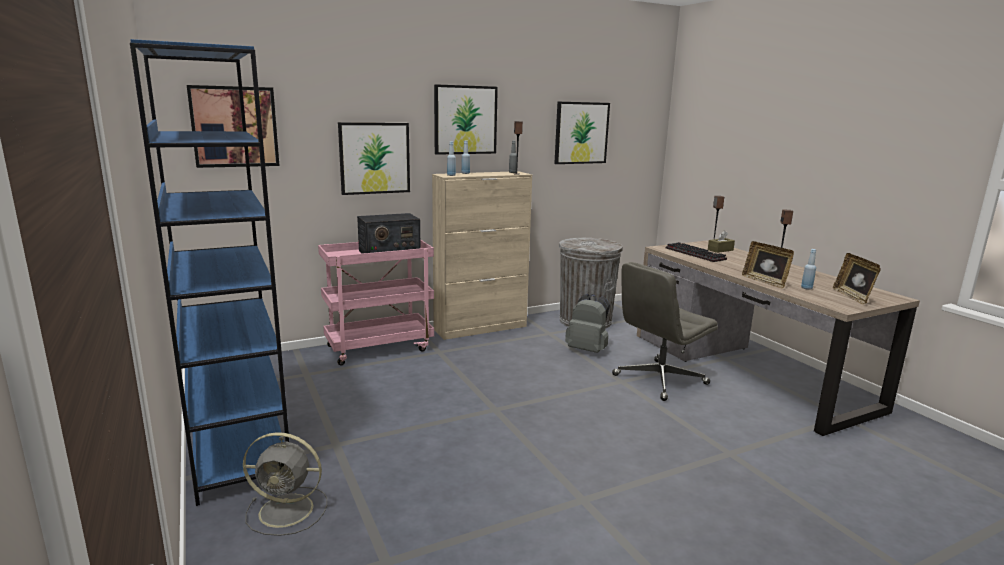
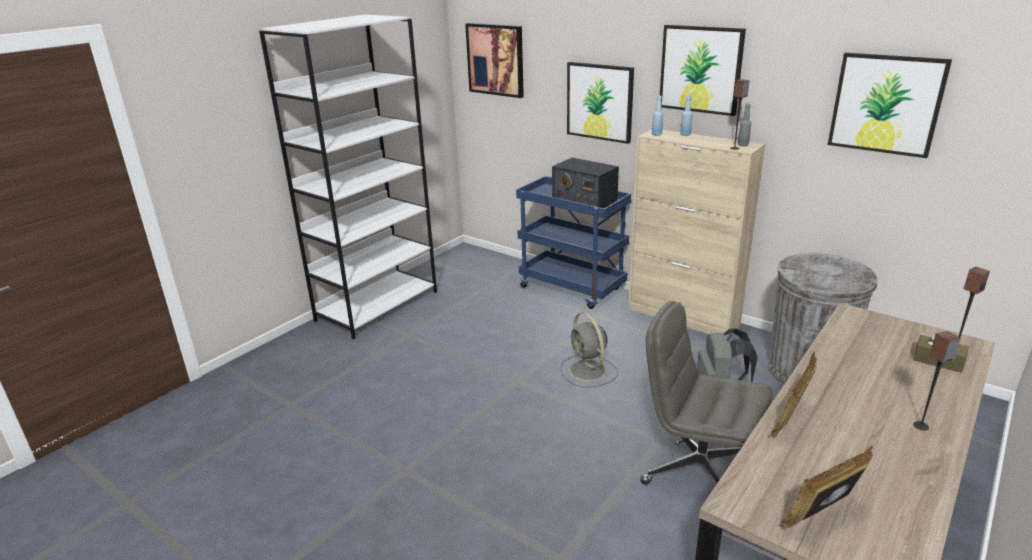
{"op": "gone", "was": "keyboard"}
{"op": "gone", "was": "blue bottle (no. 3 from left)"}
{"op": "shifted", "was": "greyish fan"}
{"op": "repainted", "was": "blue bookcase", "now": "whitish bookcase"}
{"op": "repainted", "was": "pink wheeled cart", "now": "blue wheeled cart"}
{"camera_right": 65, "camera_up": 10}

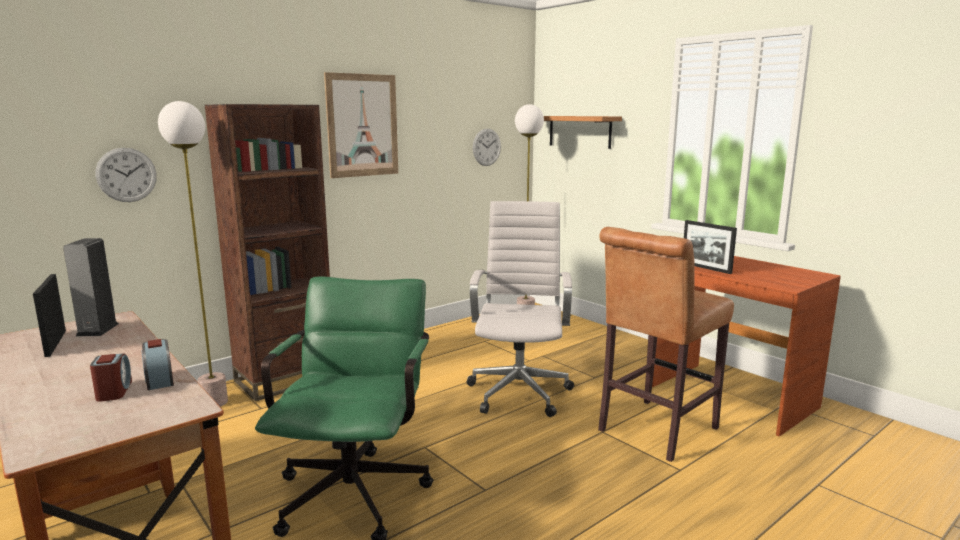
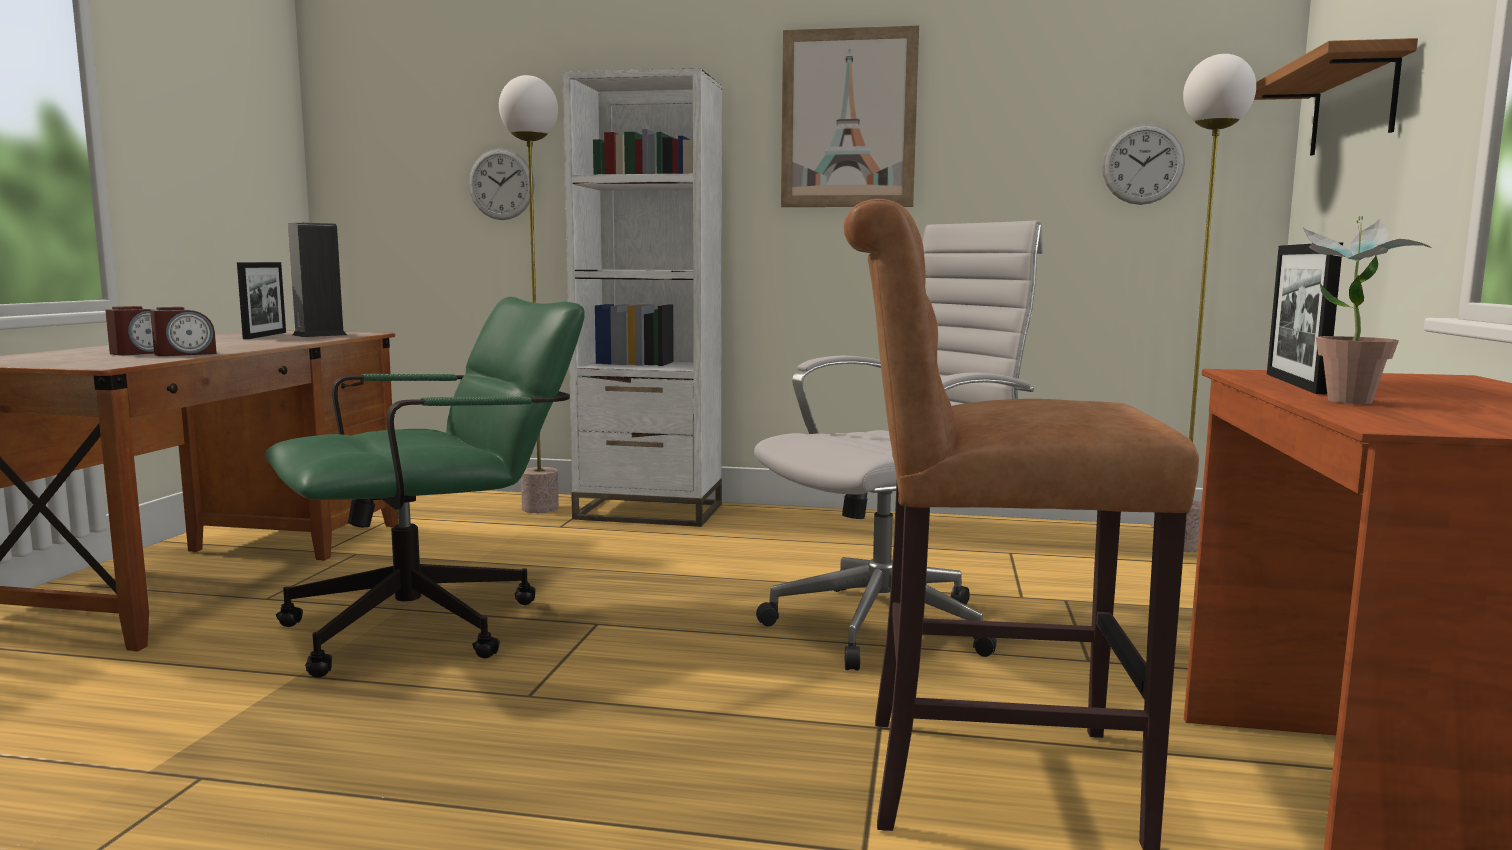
{"op": "new", "now": "houseplant"}
{"op": "repainted", "was": "brown-coloured bookcase", "now": "whitish bookcase"}
{"op": "rotated", "was": "picture frame (no. 1 from left)", "clockwise": 150}
{"op": "rotated", "was": "alarm clock (no. 2 from left)", "clockwise": -150}
{"camera_right": 50, "camera_up": -5}

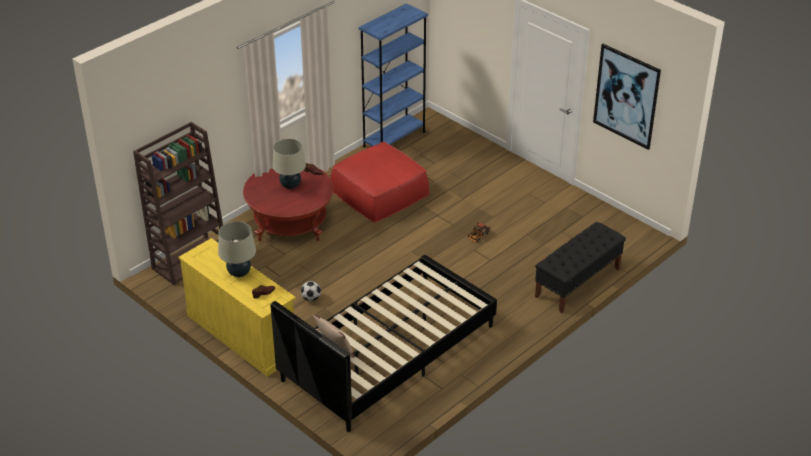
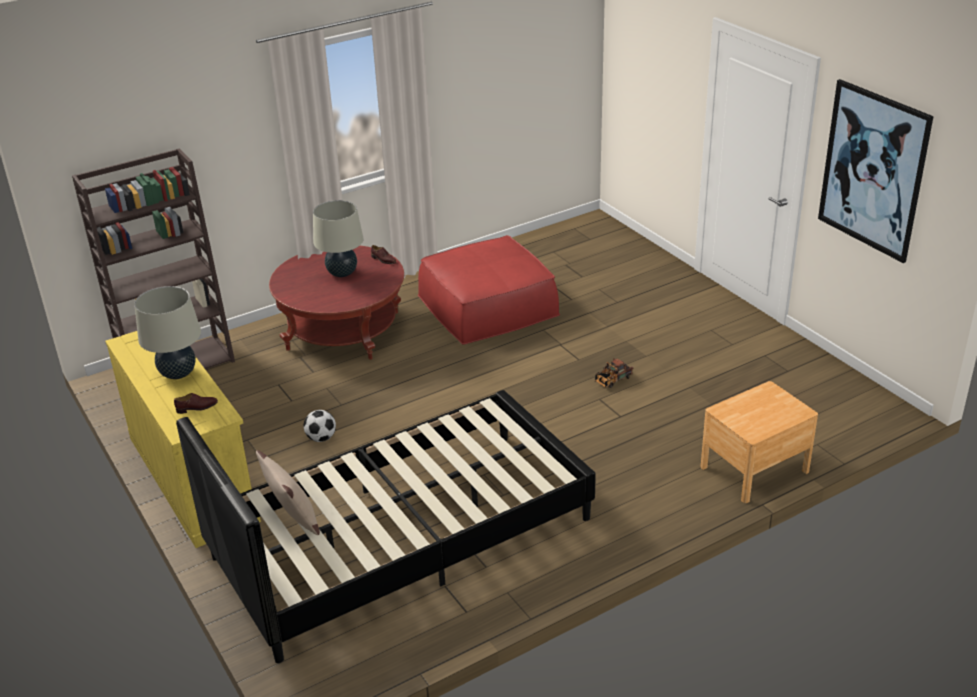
{"op": "gone", "was": "blue bookcase"}
{"op": "swapped", "was": "blackish bench", "now": "brown-coloured bedside table"}
{"camera_right": 15, "camera_up": -5}

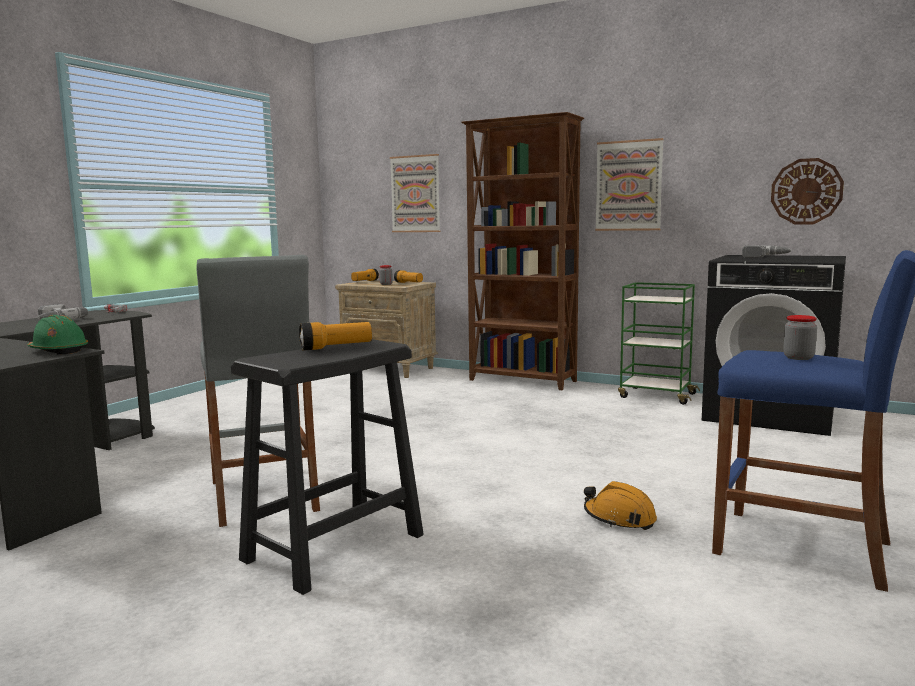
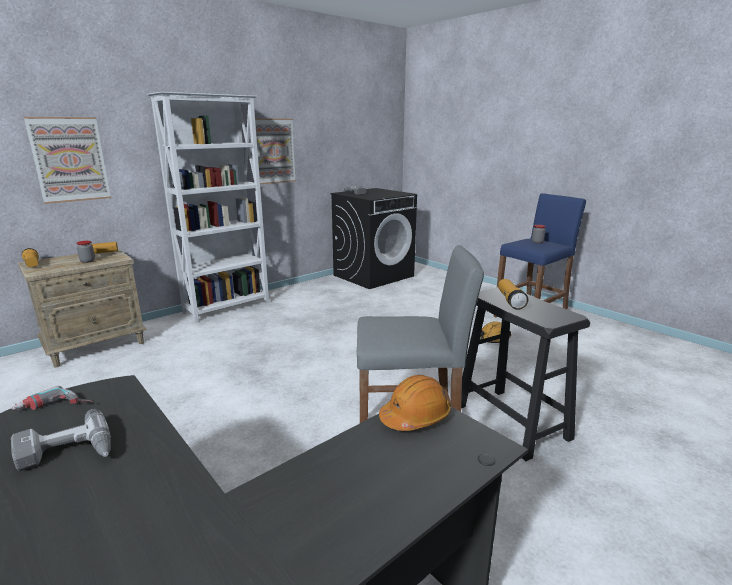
{"op": "gone", "was": "greenish wheeled cart"}
{"op": "gone", "was": "clock on the wall"}
{"op": "repainted", "was": "greenish work helmet", "now": "orange-coloured work helmet (no. 1 from left)"}
{"op": "repainted", "was": "brown-coloured bookcase", "now": "whitish bookcase"}
{"camera_right": -70, "camera_up": 10}

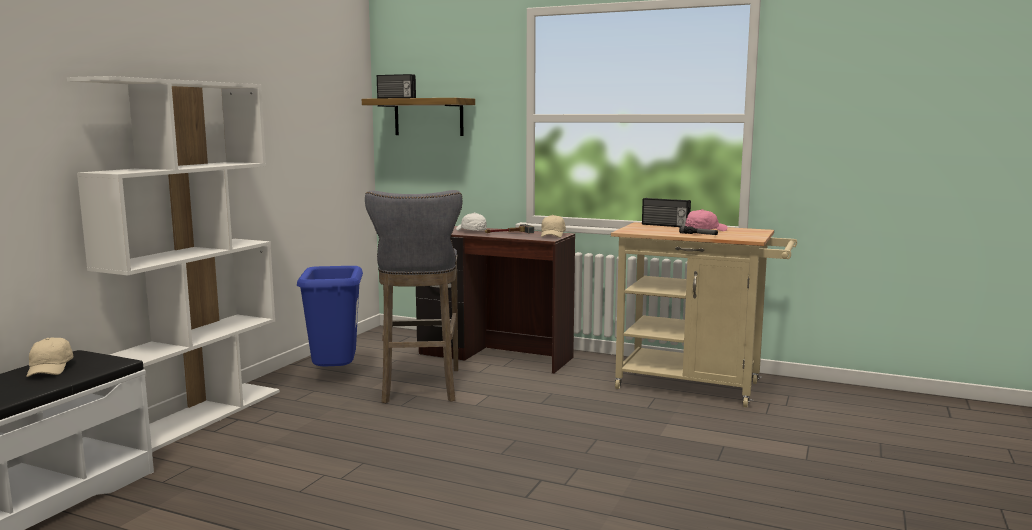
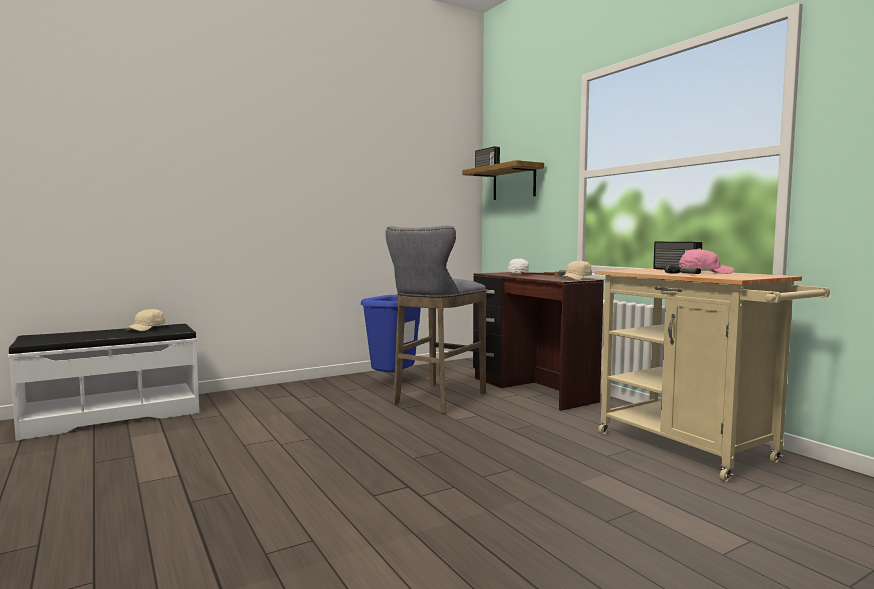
{"op": "gone", "was": "whitish bookcase"}
{"camera_right": 35, "camera_up": -5}

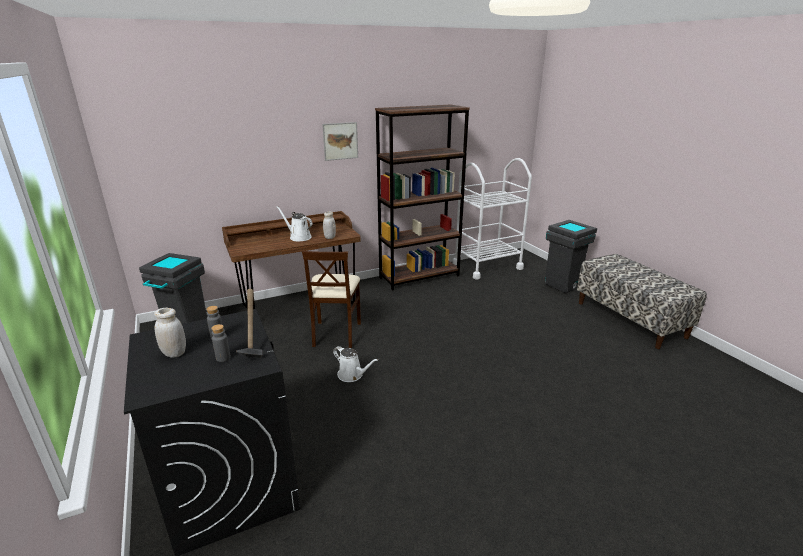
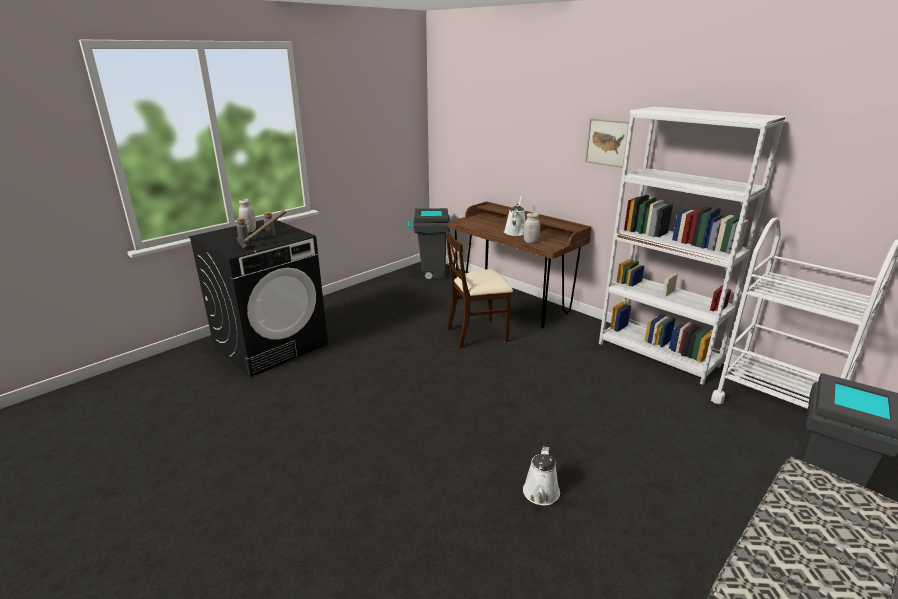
{"op": "shifted", "was": "whitish sprinkling can (no. 2 from left)"}
{"op": "repainted", "was": "brown-coloured bookcase", "now": "whitish bookcase"}
{"camera_right": 70, "camera_up": 0}

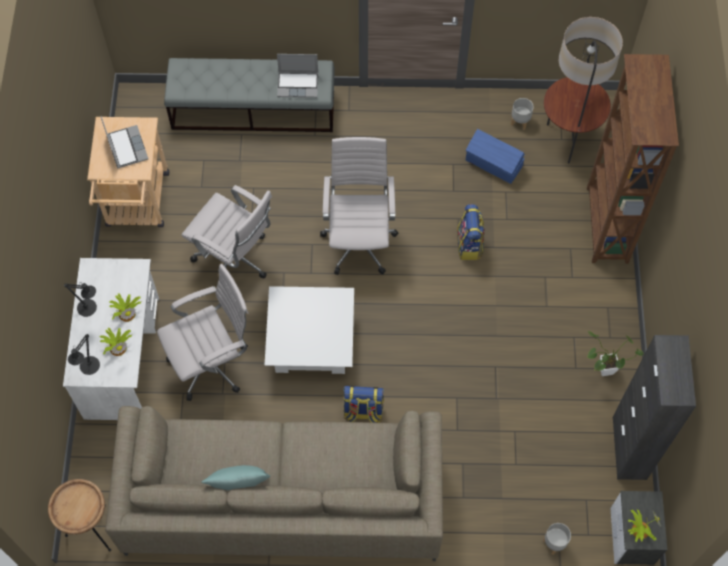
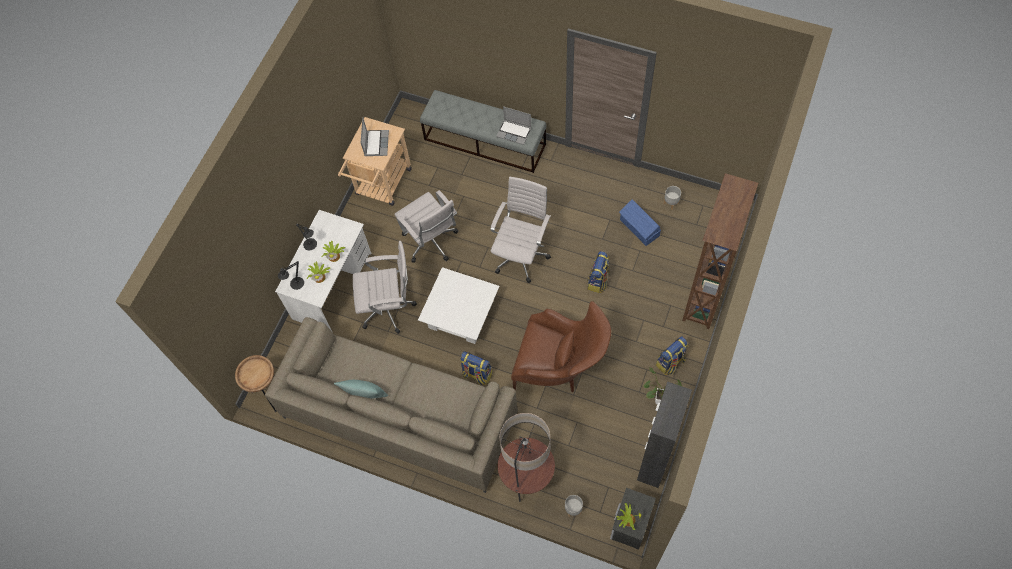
{"op": "new", "now": "brown-coloured armchair"}
{"op": "new", "now": "knapsack (no. 3 from left)"}
{"op": "shifted", "was": "standing lamp"}
{"camera_right": 25, "camera_up": 0}

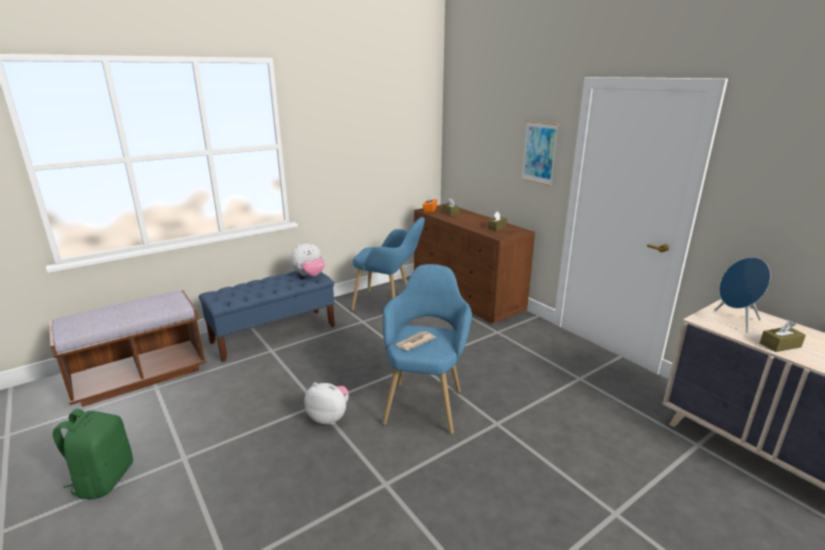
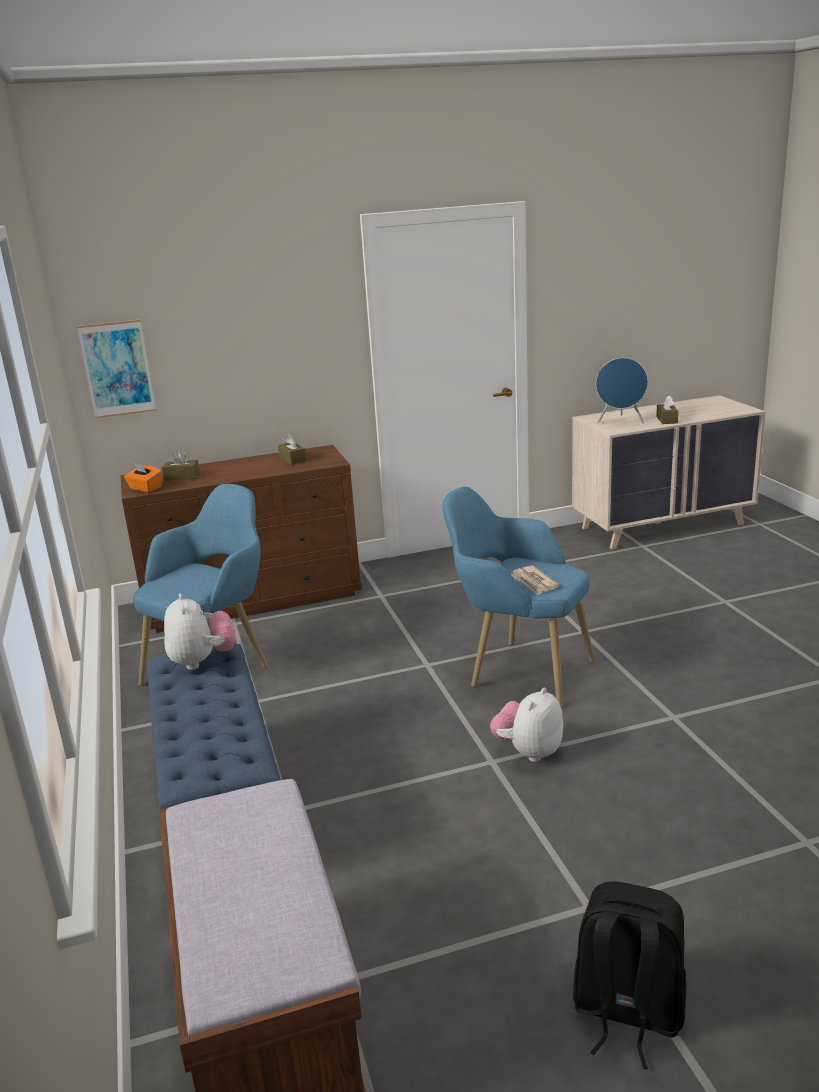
{"op": "shifted", "was": "wall art"}
{"op": "repainted", "was": "greenish knapsack", "now": "blackish knapsack"}
{"camera_right": -70, "camera_up": 0}

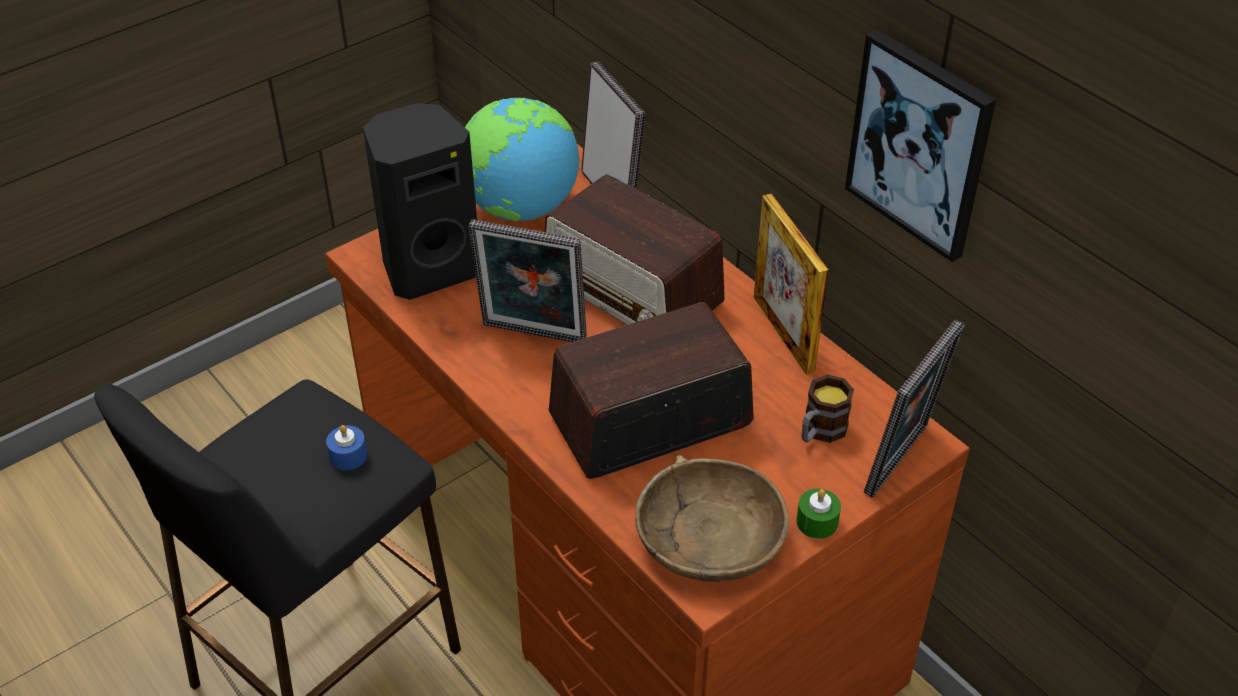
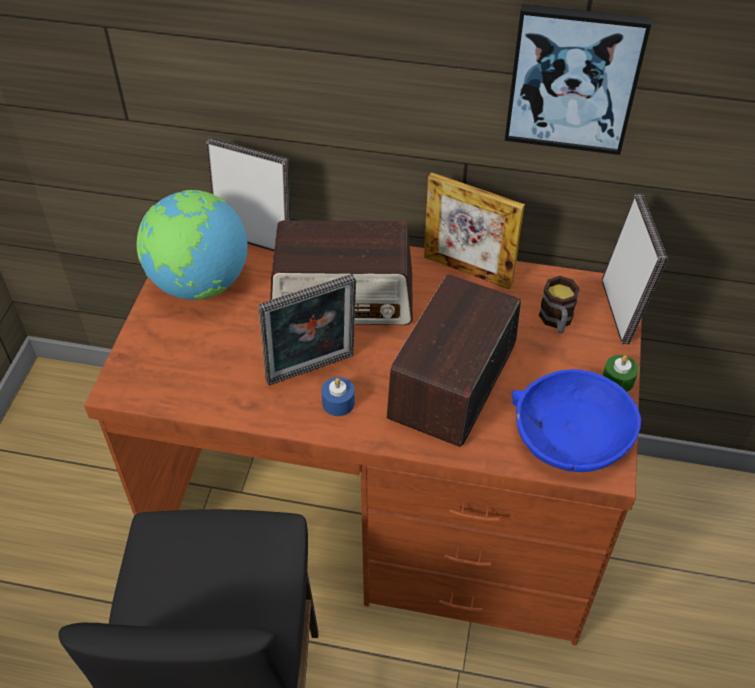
{"op": "gone", "was": "blackish speaker"}
{"op": "shifted", "was": "blue wax light"}
{"op": "repainted", "was": "brown-coloured serving bowl", "now": "blue serving bowl"}
{"camera_right": -40, "camera_up": 5}

